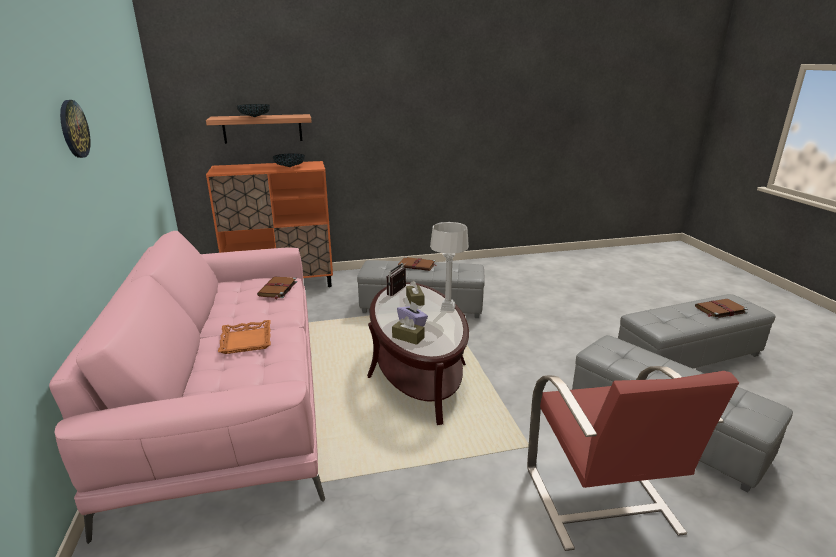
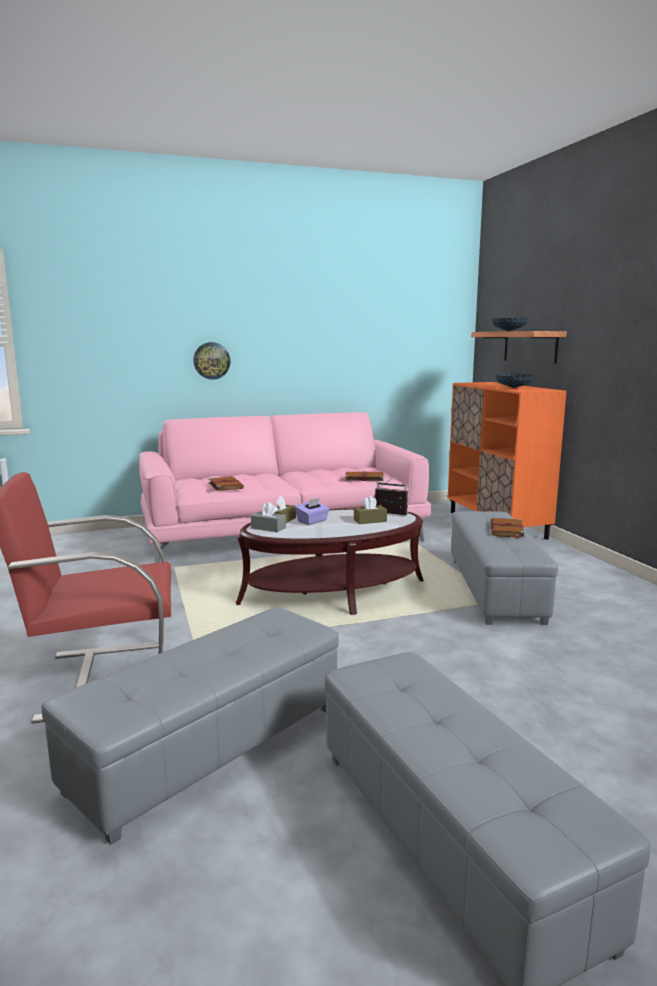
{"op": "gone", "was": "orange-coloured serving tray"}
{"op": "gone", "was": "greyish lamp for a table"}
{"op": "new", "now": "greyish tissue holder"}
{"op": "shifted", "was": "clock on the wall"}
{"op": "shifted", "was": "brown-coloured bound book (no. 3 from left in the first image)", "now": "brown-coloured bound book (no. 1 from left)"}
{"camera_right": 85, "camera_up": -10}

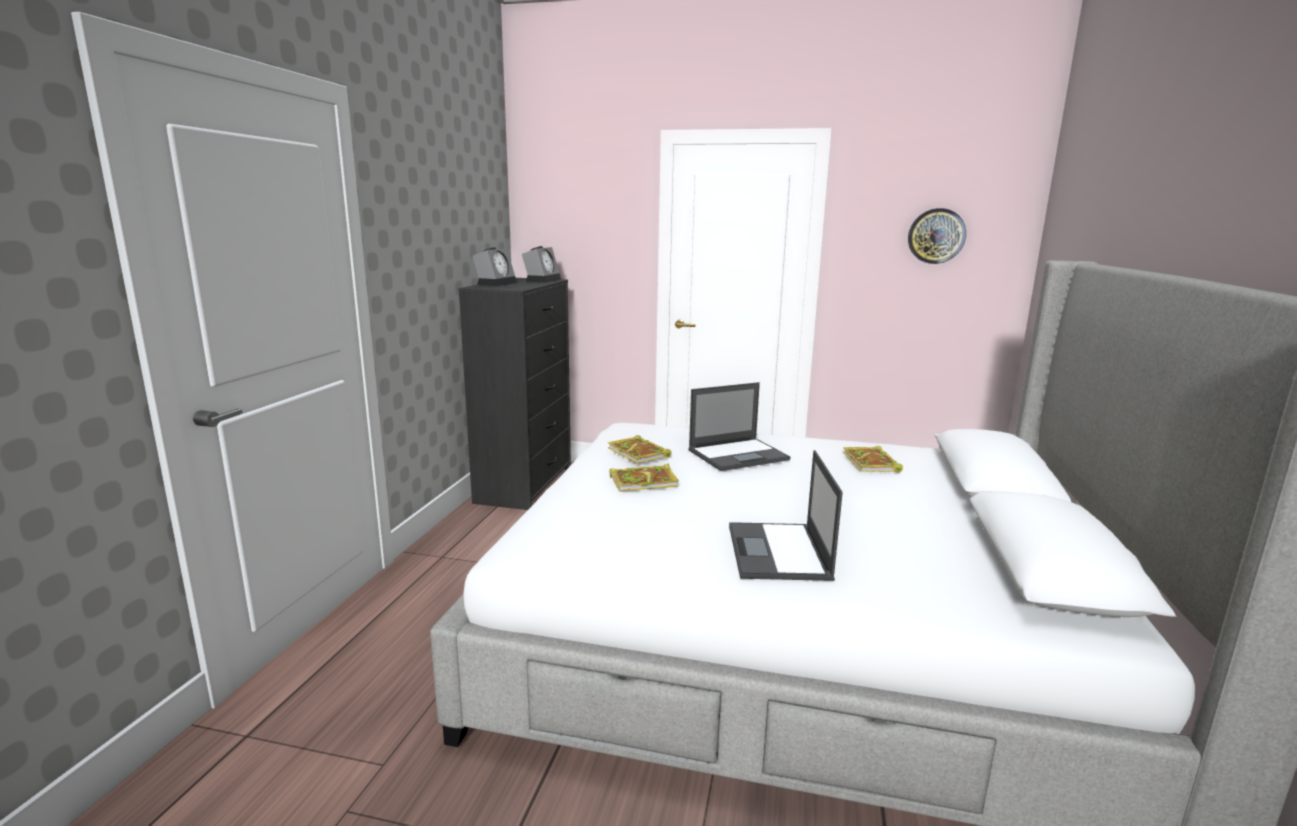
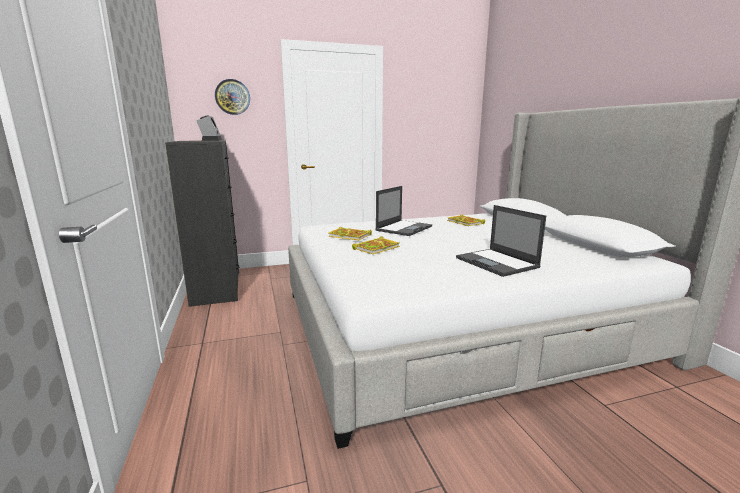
{"op": "gone", "was": "alarm clock (no. 1 from left)"}
{"op": "shifted", "was": "clock on the wall"}
{"camera_right": -30, "camera_up": 0}

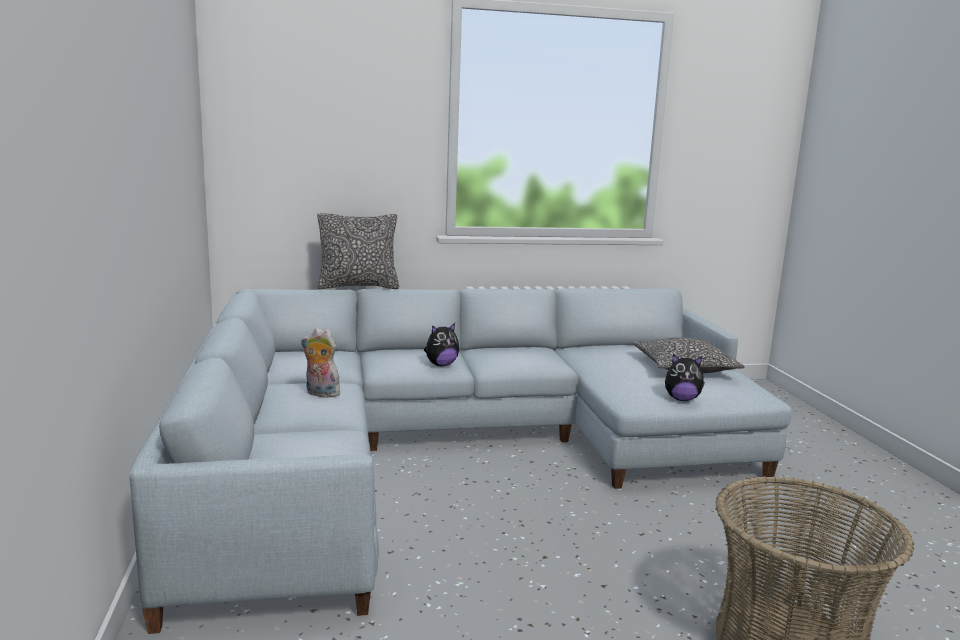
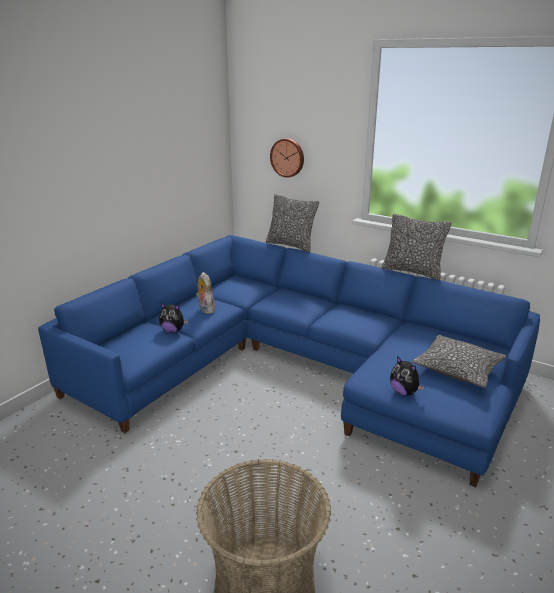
{"op": "new", "now": "clock on the wall"}
{"op": "new", "now": "pillow (no. 2 from left)"}
{"op": "shifted", "was": "soft toy (no. 2 from left in the first image)", "now": "soft toy (no. 1 from left)"}
{"op": "repainted", "was": "greyish couch", "now": "blue couch"}
{"camera_right": 45, "camera_up": 10}

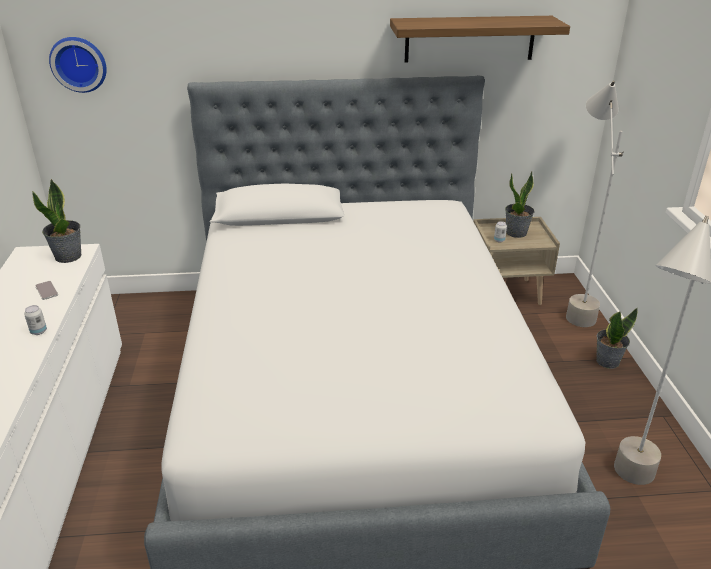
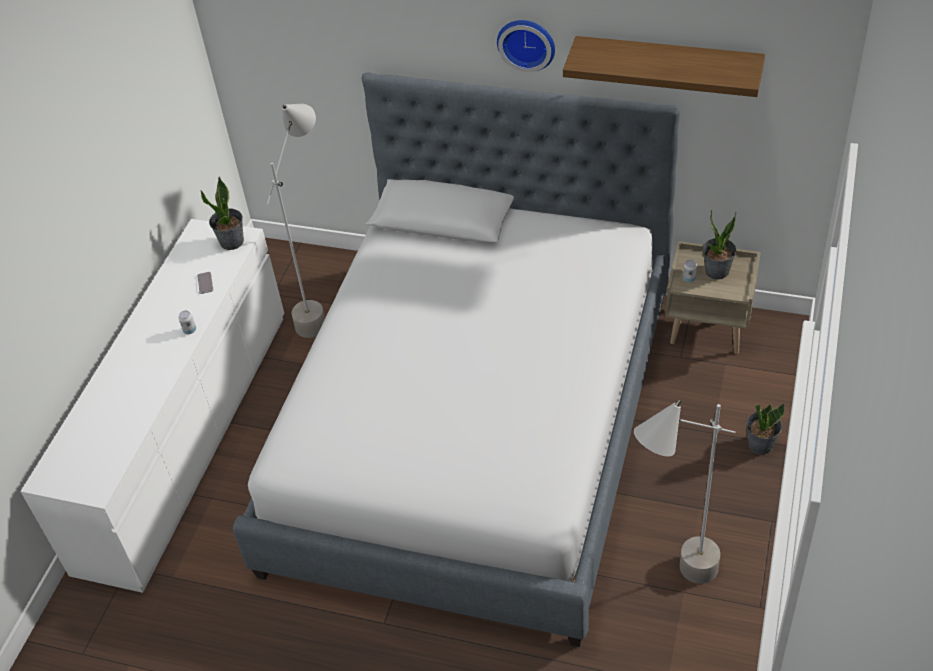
{"op": "shifted", "was": "clock on the wall"}
{"op": "shifted", "was": "greyish standing lamp (no. 1 from left)"}
{"camera_right": 25, "camera_up": 15}

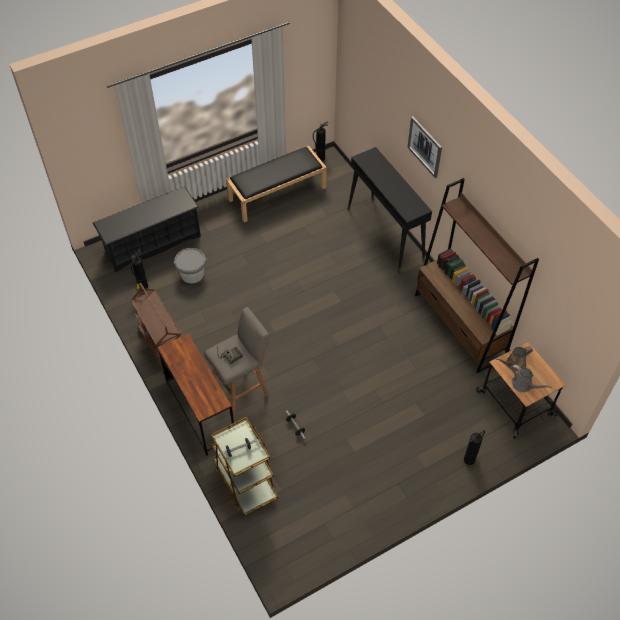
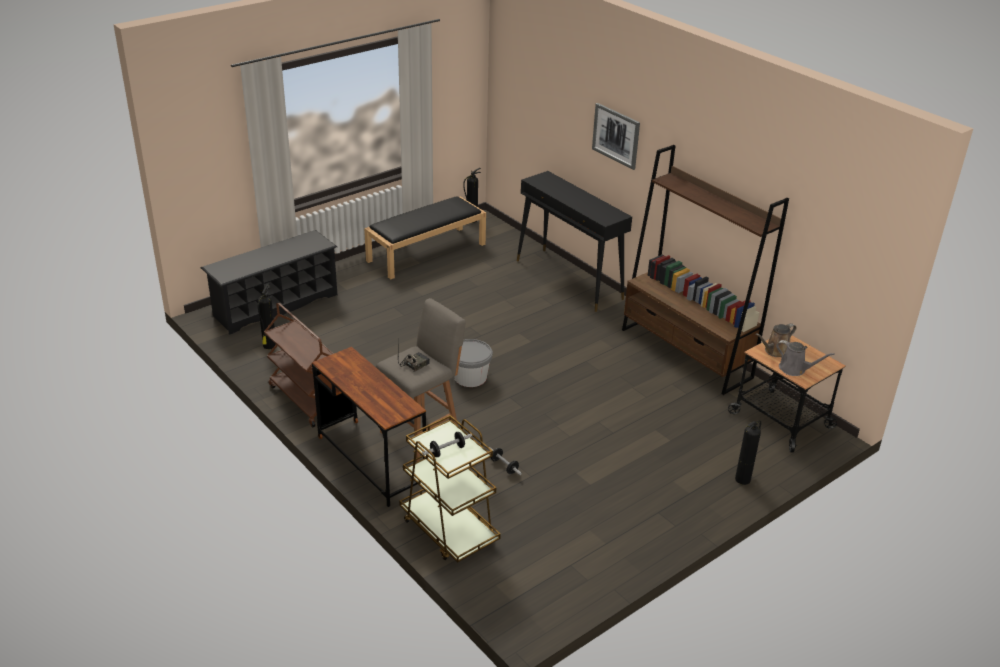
{"op": "shifted", "was": "greyish water bucket"}
{"camera_right": -10, "camera_up": -20}

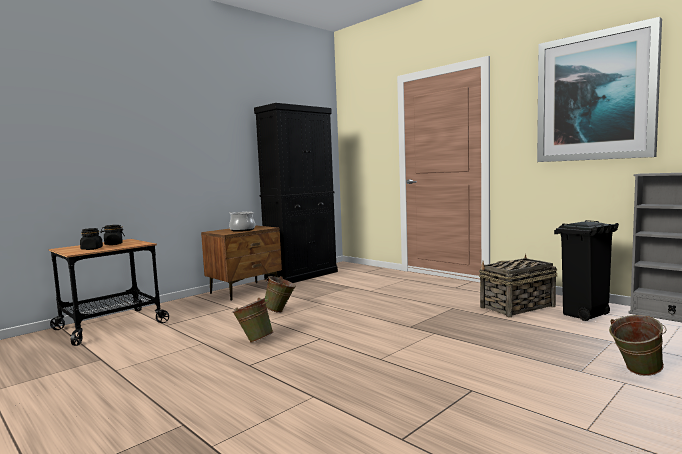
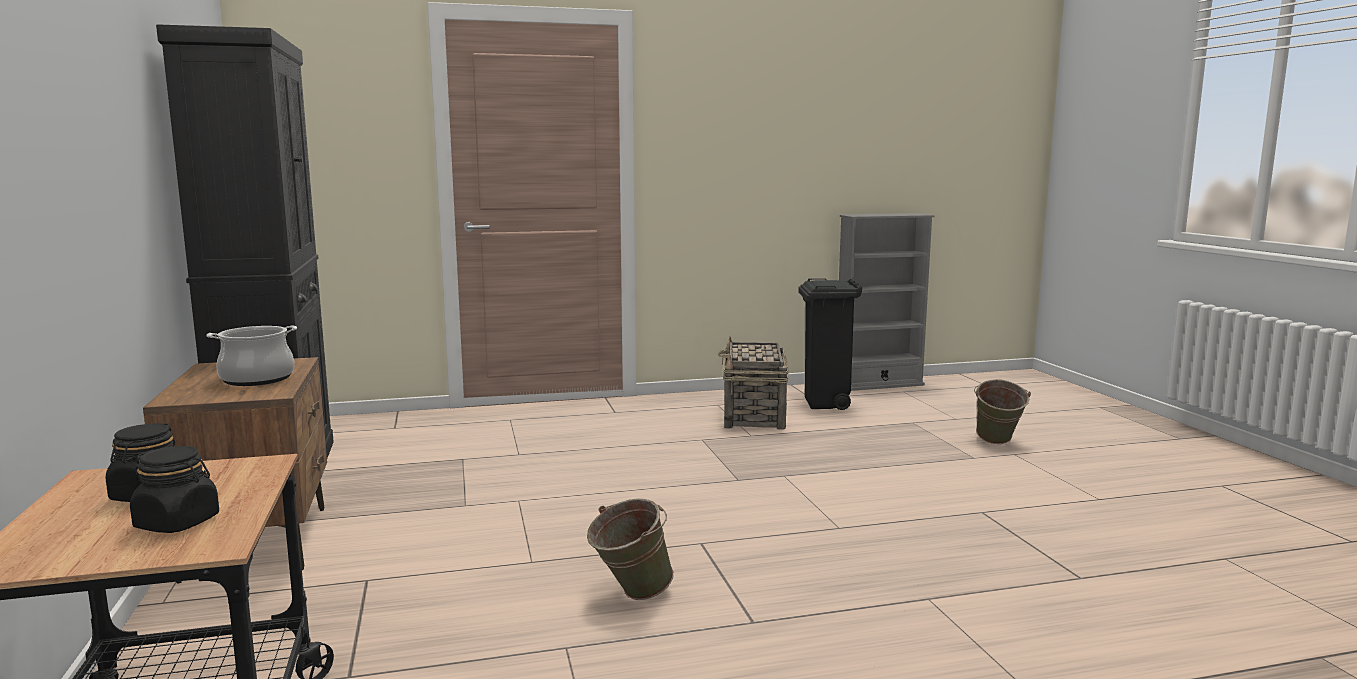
{"op": "gone", "was": "greenish water bucket (no. 2 from left)"}
{"op": "gone", "was": "wall art"}
{"camera_right": -60, "camera_up": 5}

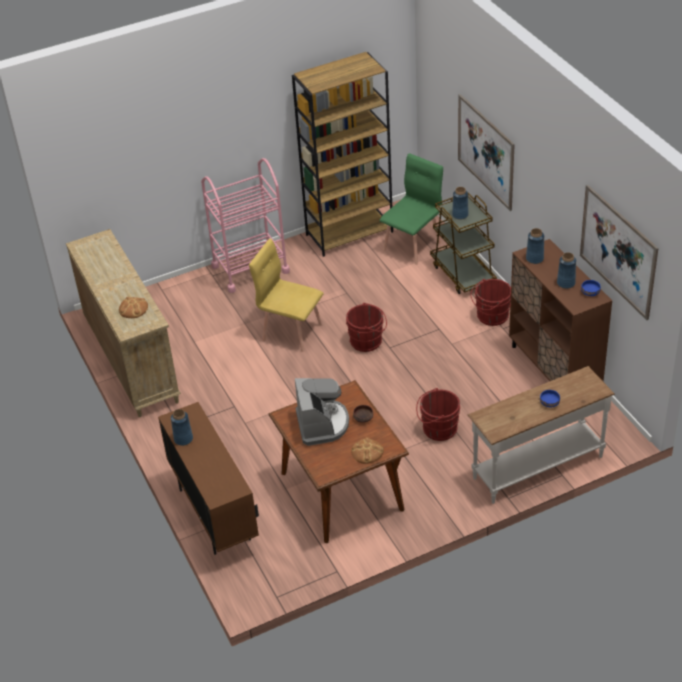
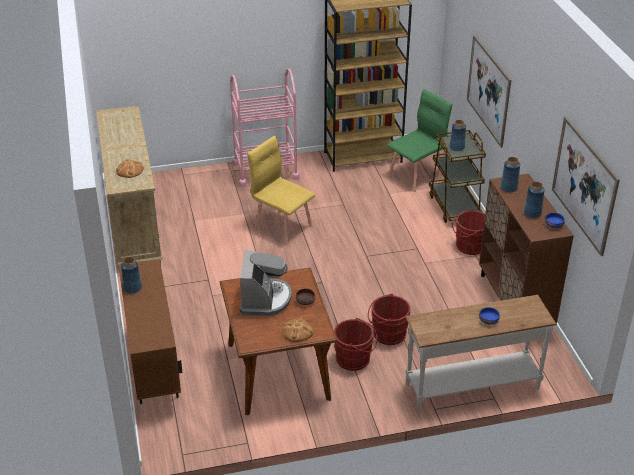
{"op": "shifted", "was": "reddish water bucket (no. 1 from left)"}
{"camera_right": 10, "camera_up": -5}

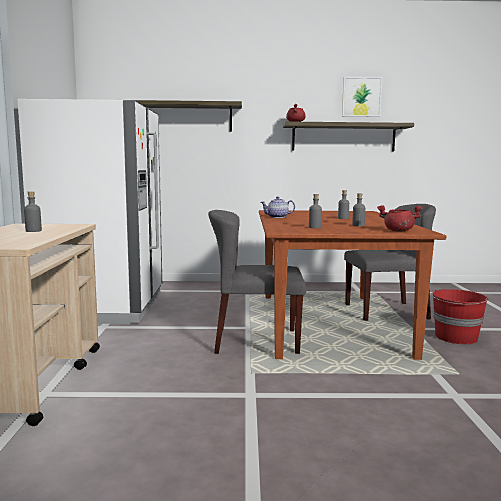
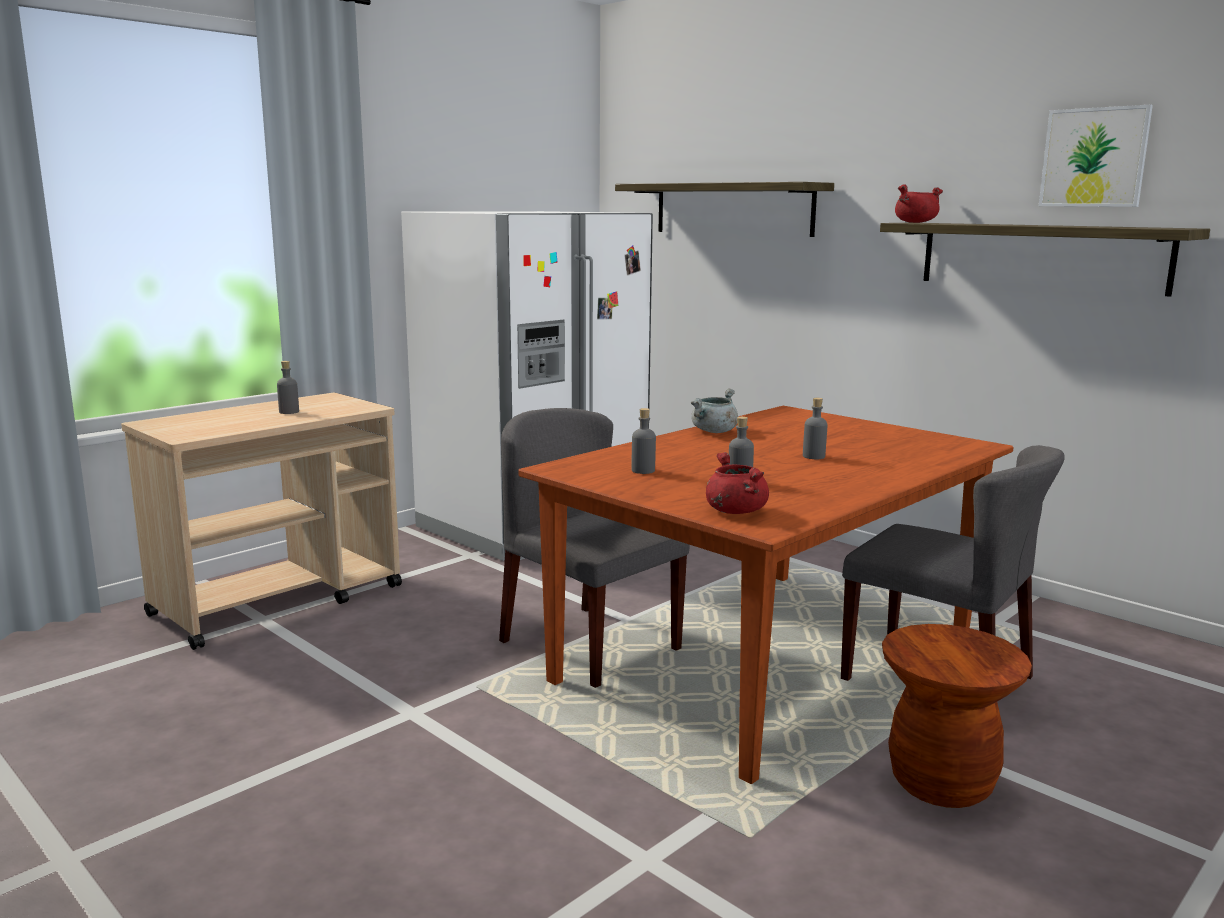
{"op": "swapped", "was": "teapot", "now": "greyish saucepot"}
{"op": "swapped", "was": "reddish water bucket", "now": "brown-coloured sitting stool"}
{"camera_right": 45, "camera_up": 5}

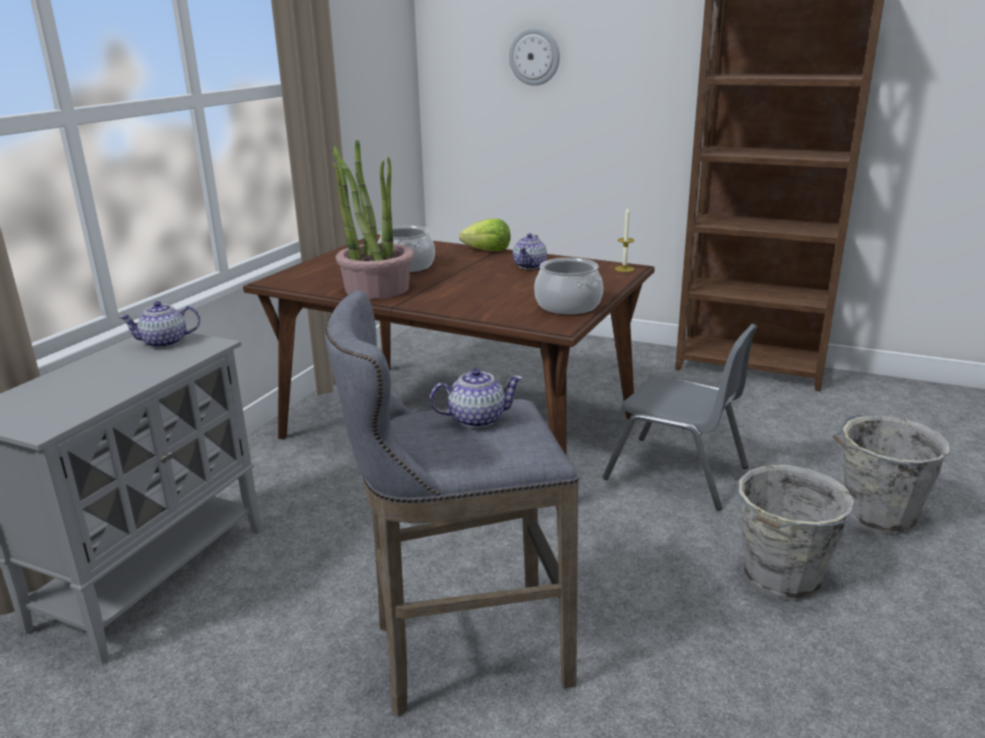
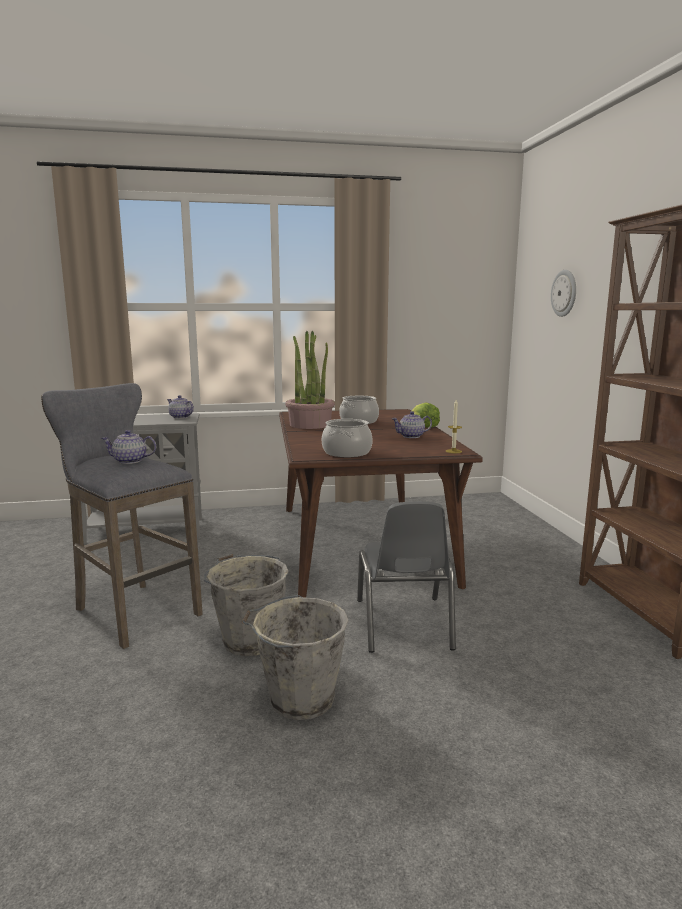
{"op": "shifted", "was": "greyish water bucket (no. 2 from left in the first image)", "now": "greyish water bucket (no. 1 from left)"}
{"op": "rotated", "was": "teapot (no. 2 from left in the first image)", "clockwise": 135}
{"camera_right": 55, "camera_up": -10}

